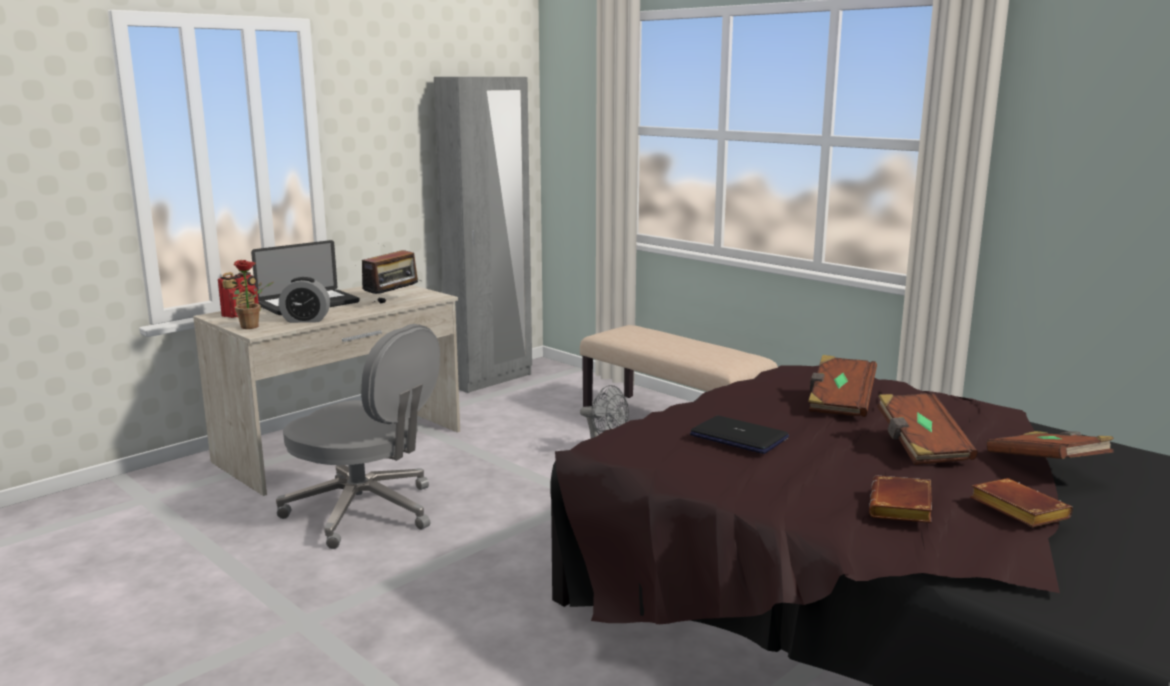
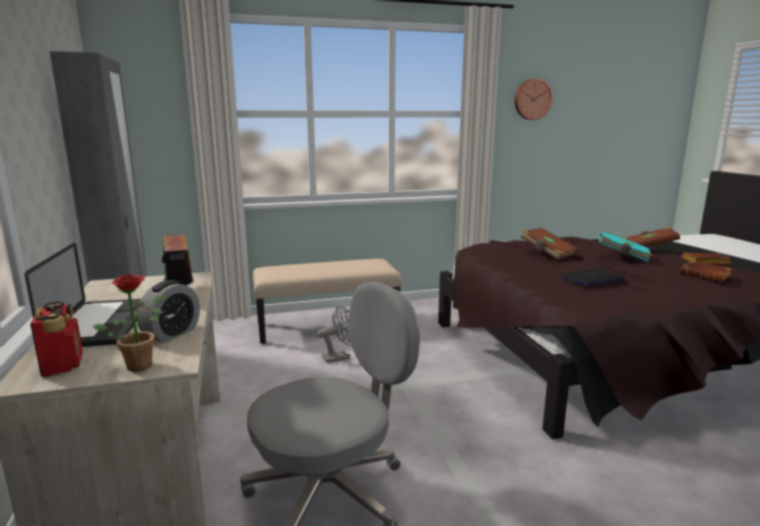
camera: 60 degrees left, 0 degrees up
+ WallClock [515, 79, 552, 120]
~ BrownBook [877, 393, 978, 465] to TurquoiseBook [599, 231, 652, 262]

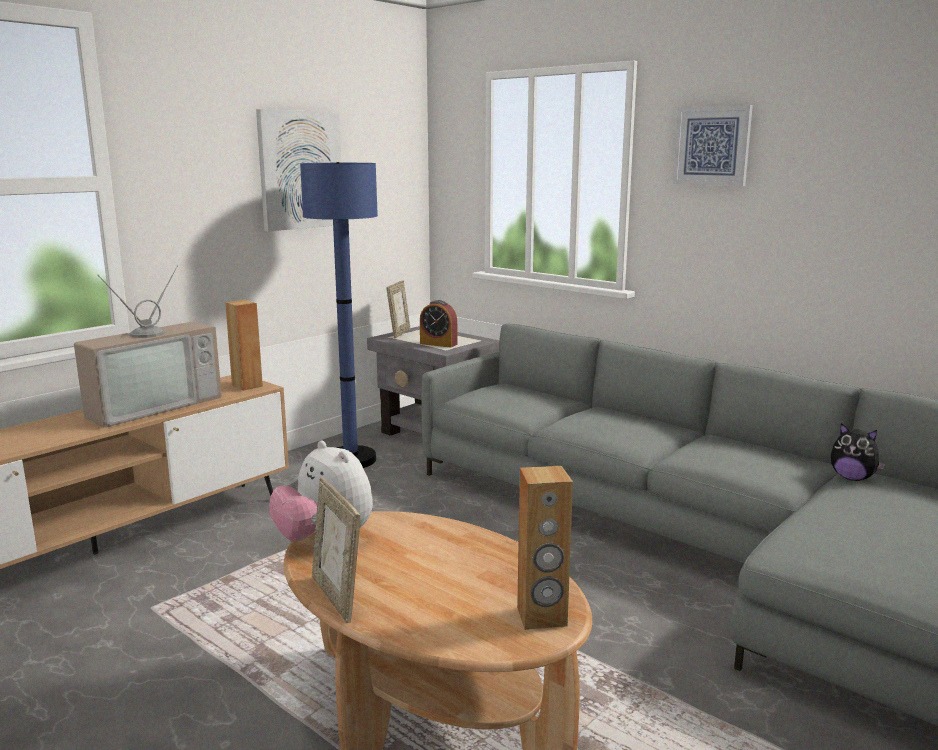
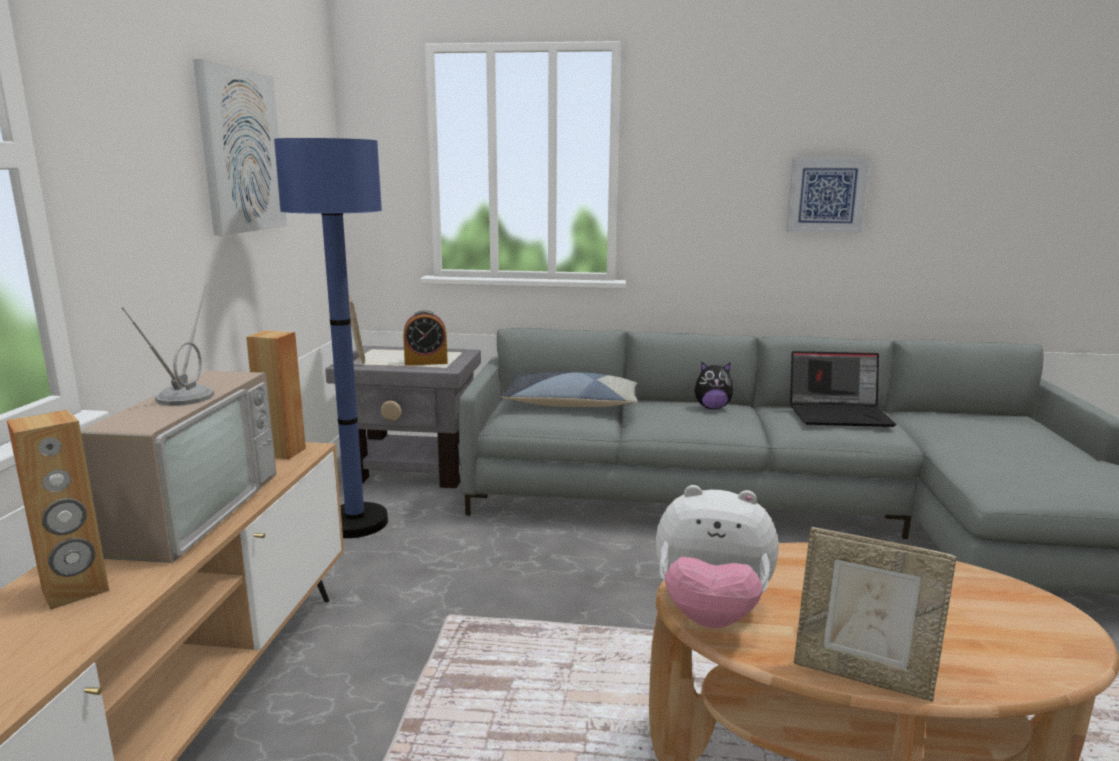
camera: 35 degrees left, 0 degrees up
~ BrownSpeaker [517, 466, 573, 630] to [7, 410, 109, 610]
+ Pillow [501, 372, 638, 407]
~ PlushToy [831, 423, 886, 481] to [695, 362, 735, 409]
~ Picture [673, 105, 753, 186] to [786, 157, 870, 233]
+ Laptop [790, 351, 896, 427]

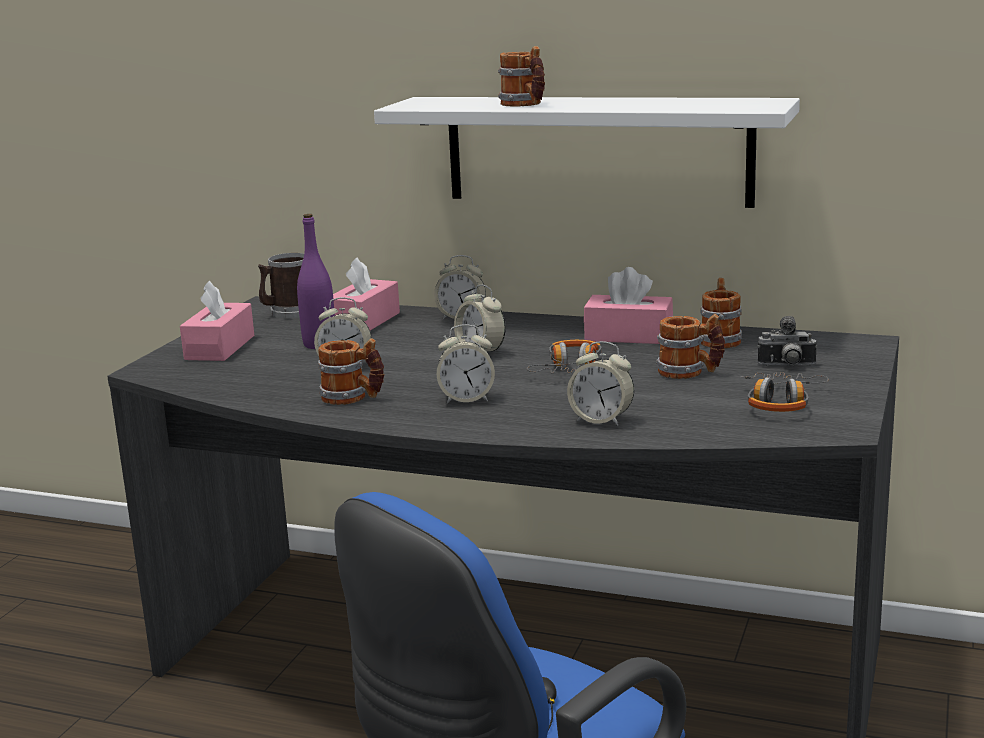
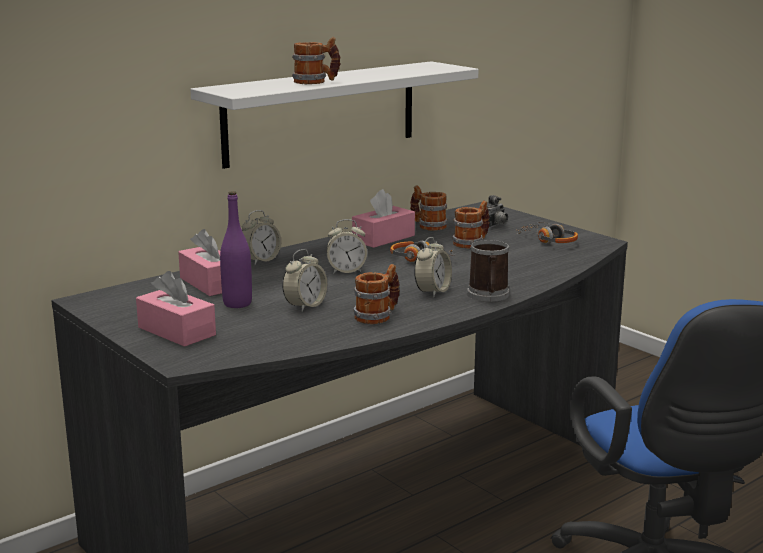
camera: 60 degrees left, 0 degrees up
~ Mug [258, 253, 304, 318] to [467, 240, 509, 302]
- AlarmClock [567, 341, 634, 426]

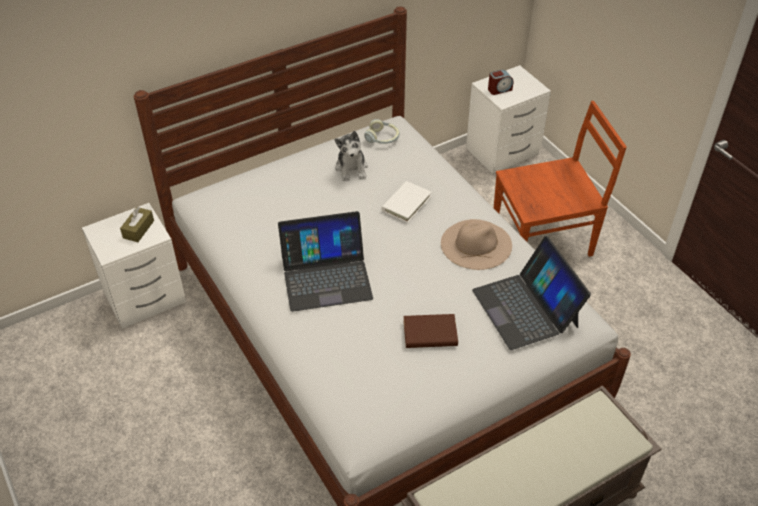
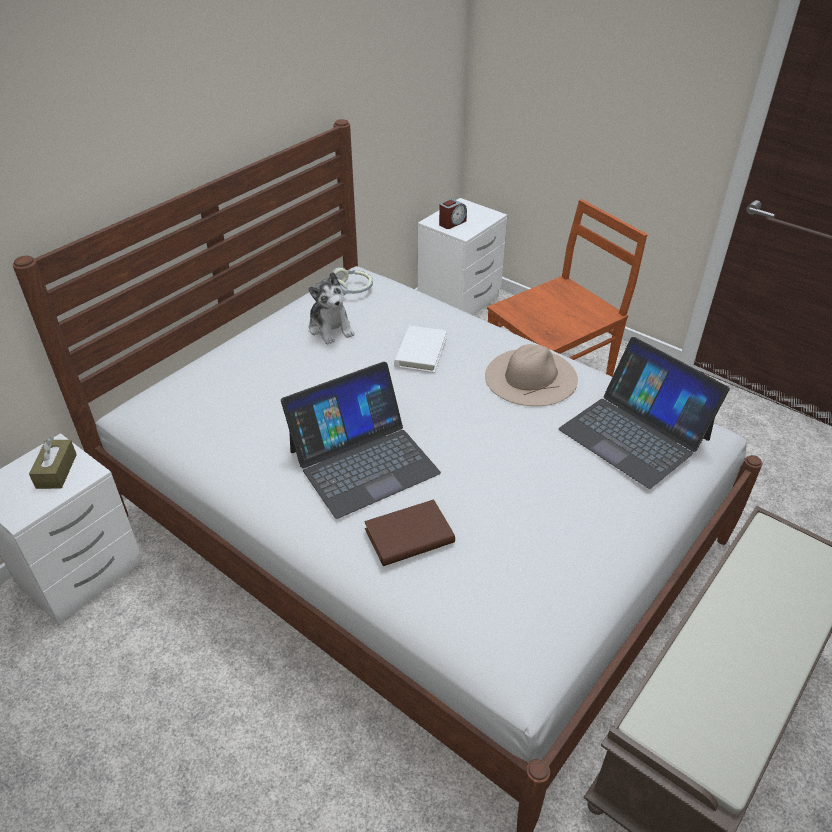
camera: 20 degrees left, 5 degrees down
~ BrownBook [403, 314, 458, 348] to [364, 499, 455, 566]

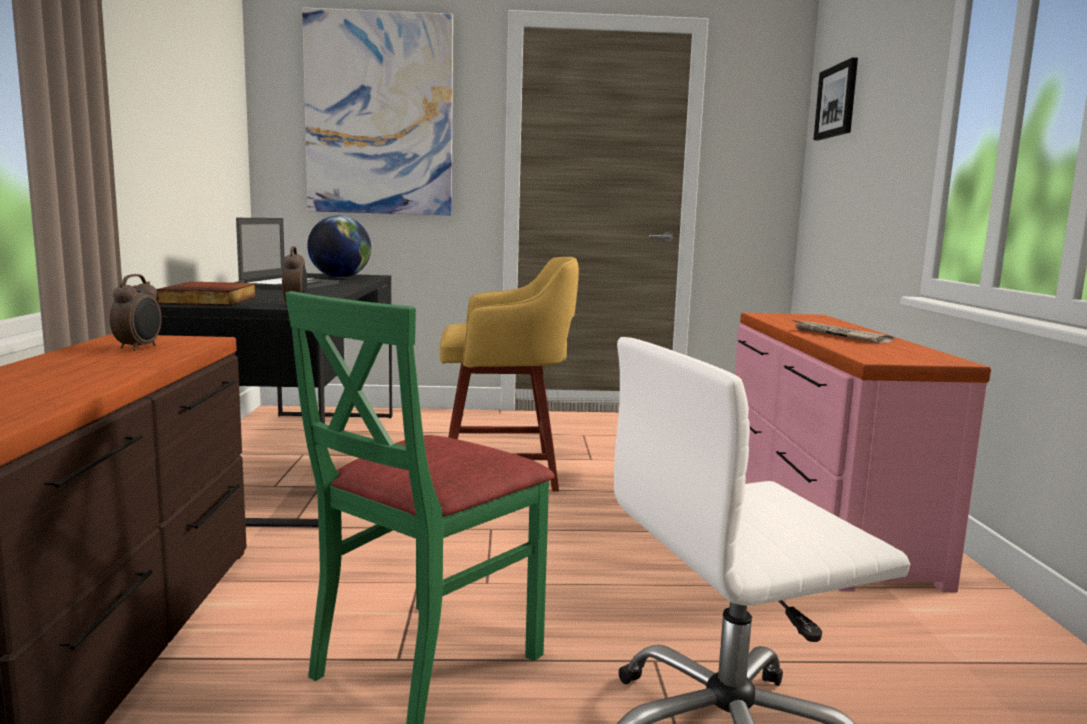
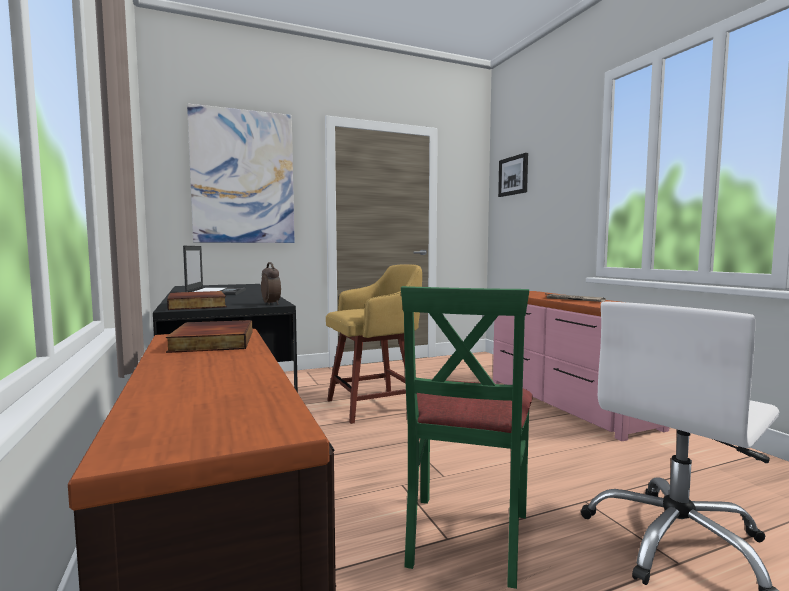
camera: 20 degrees left, 5 degrees down
~ AlarmClock [110, 274, 162, 351] to Book [166, 320, 253, 353]
- Globe [307, 216, 371, 278]

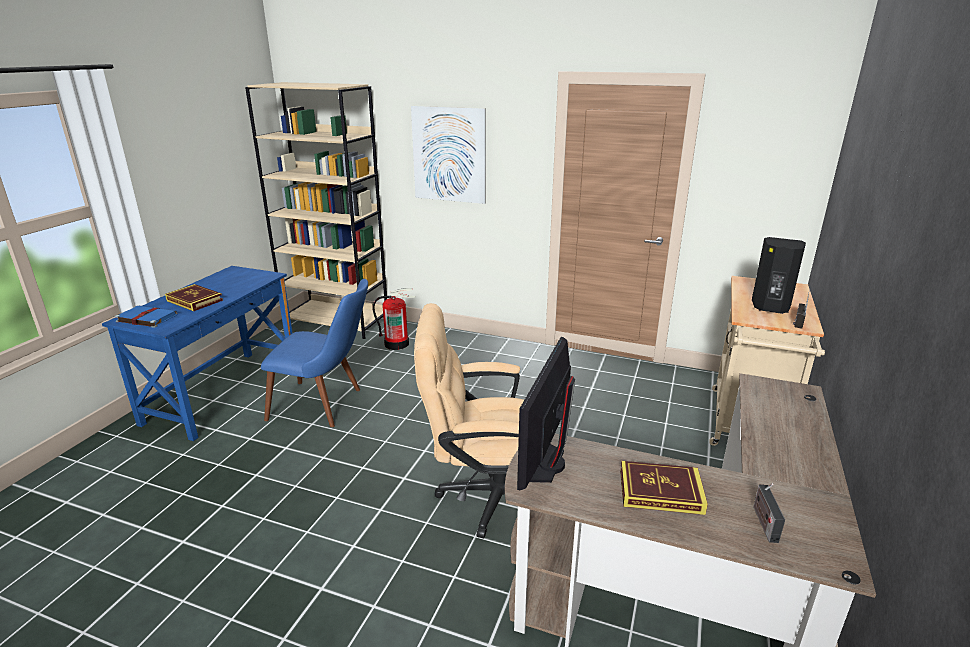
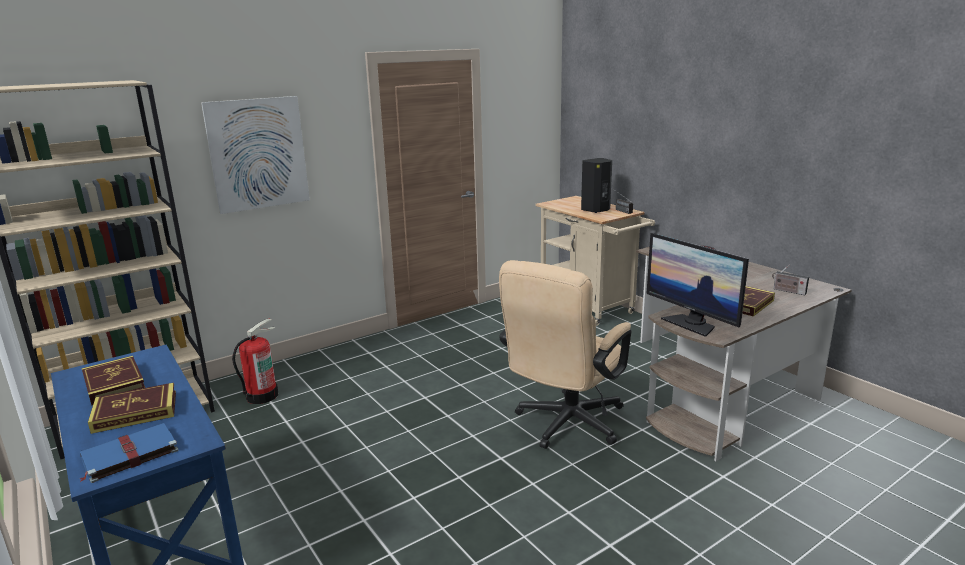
camera: 55 degrees left, 5 degrees down
+ Book [82, 356, 145, 406]
- BlueChair [261, 279, 368, 427]

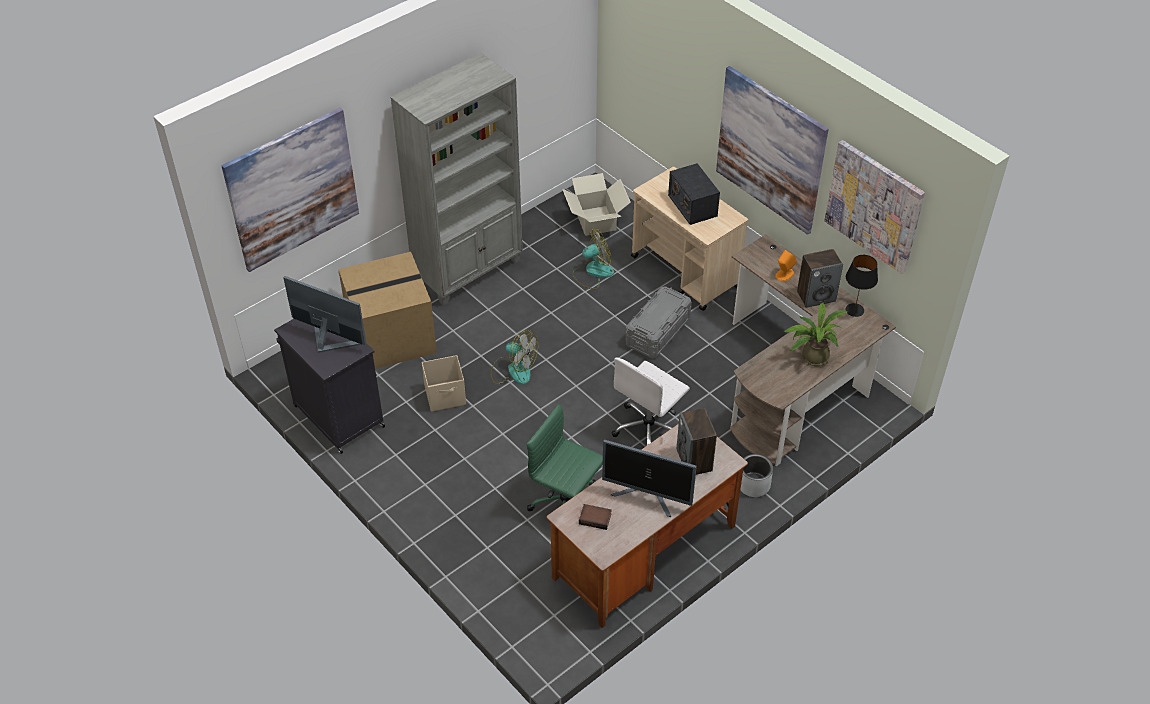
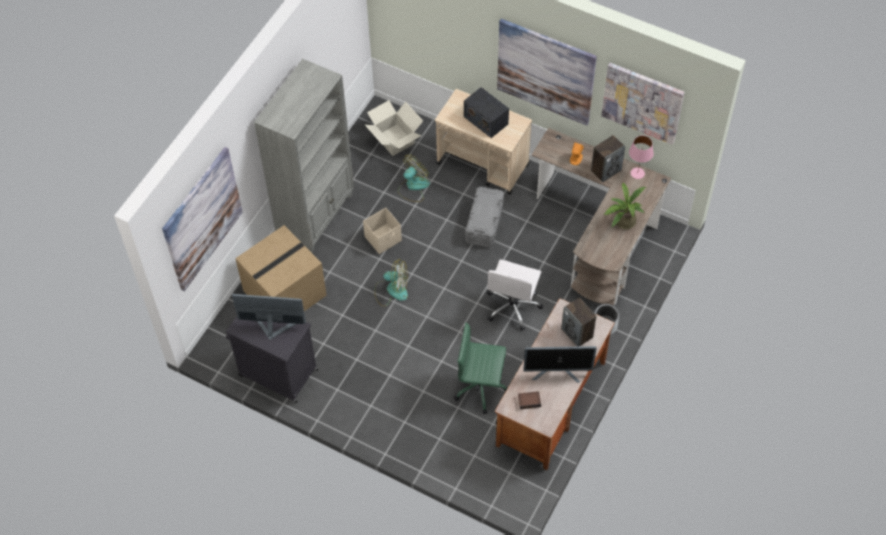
camera: 20 degrees left, 10 degrees up
~ BeigeStorageBox [422, 355, 466, 412] to [363, 207, 402, 254]
~ BlackTableLamp [846, 255, 878, 317] to PinkTableLamp [629, 136, 654, 179]

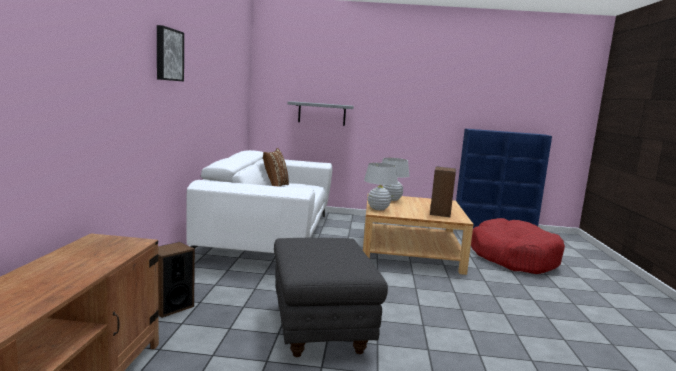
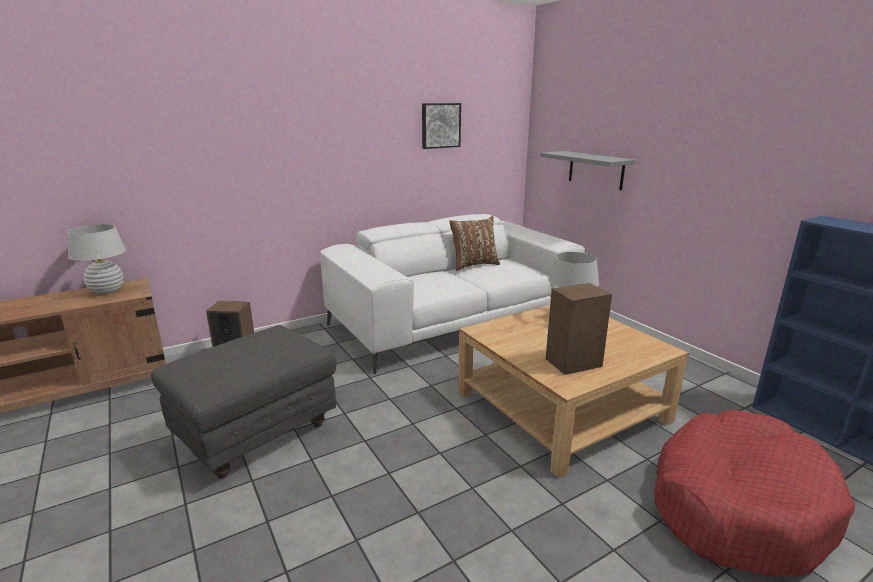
camera: 55 degrees right, 10 degrees up
~ WhiteTableLamp [364, 163, 398, 210] to [67, 224, 126, 294]
~ Picture [157, 25, 184, 81] to [422, 103, 461, 149]

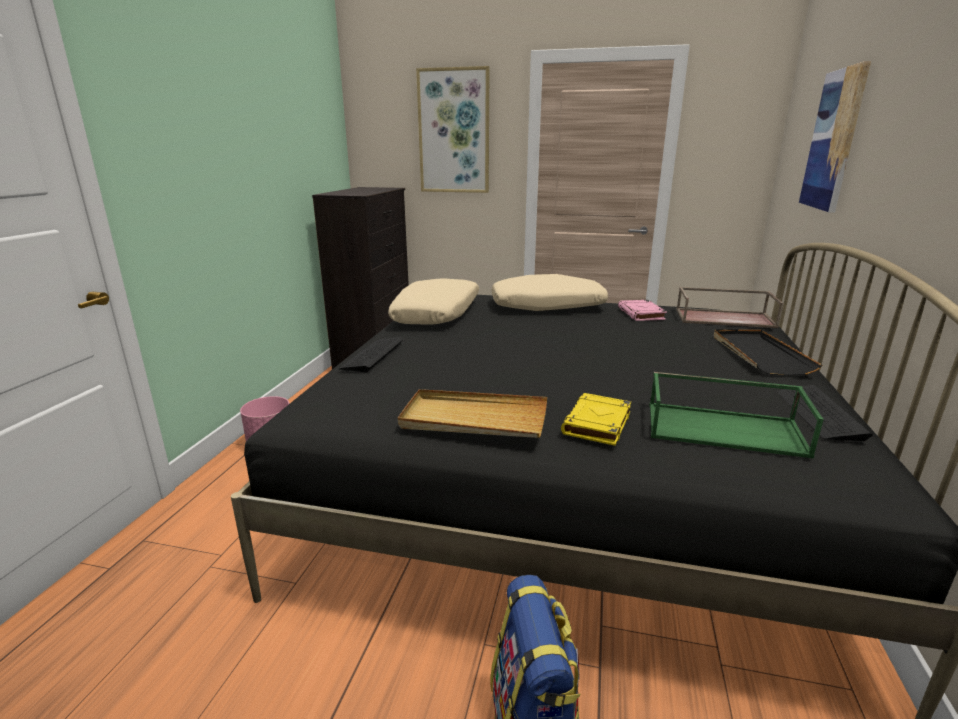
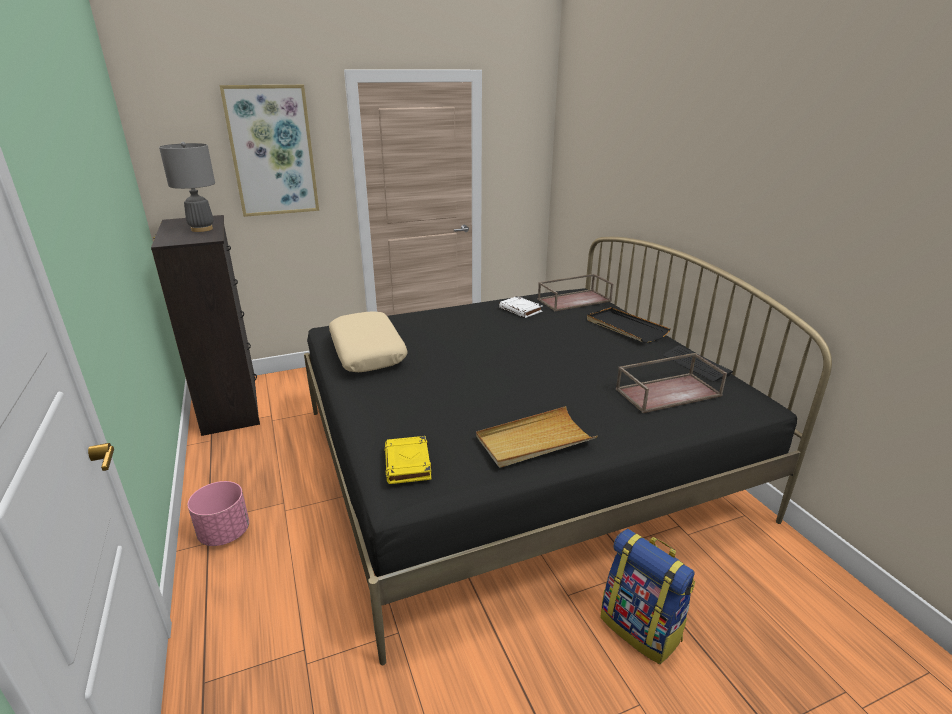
camera: 35 degrees left, 5 degrees up
+ GreyTableLamp [159, 142, 215, 232]
~ YellowBook [561, 393, 631, 446] to [385, 436, 432, 484]
~ PinkBook [618, 300, 667, 321] to WhiteBook [499, 296, 543, 318]
~ GreenTray [649, 372, 824, 459] to BrownTray [616, 353, 727, 413]
- Keyboard [339, 337, 403, 372]
- BeigePillow [491, 274, 608, 311]
- Picture [799, 61, 871, 213]

